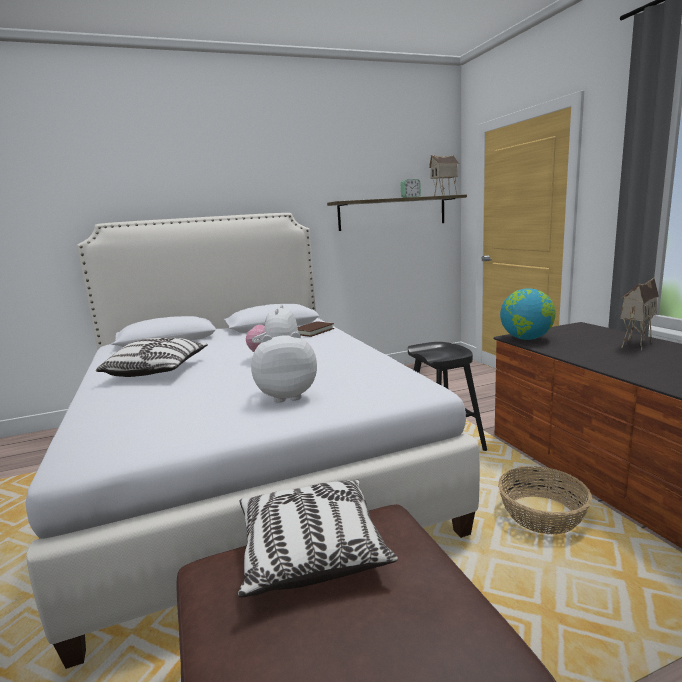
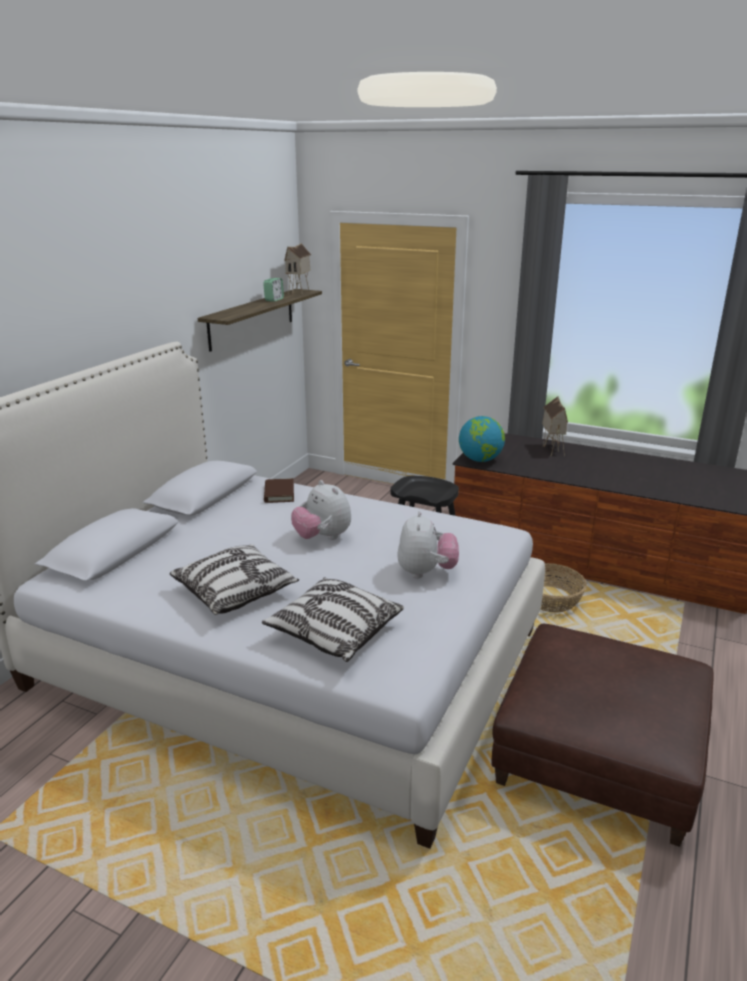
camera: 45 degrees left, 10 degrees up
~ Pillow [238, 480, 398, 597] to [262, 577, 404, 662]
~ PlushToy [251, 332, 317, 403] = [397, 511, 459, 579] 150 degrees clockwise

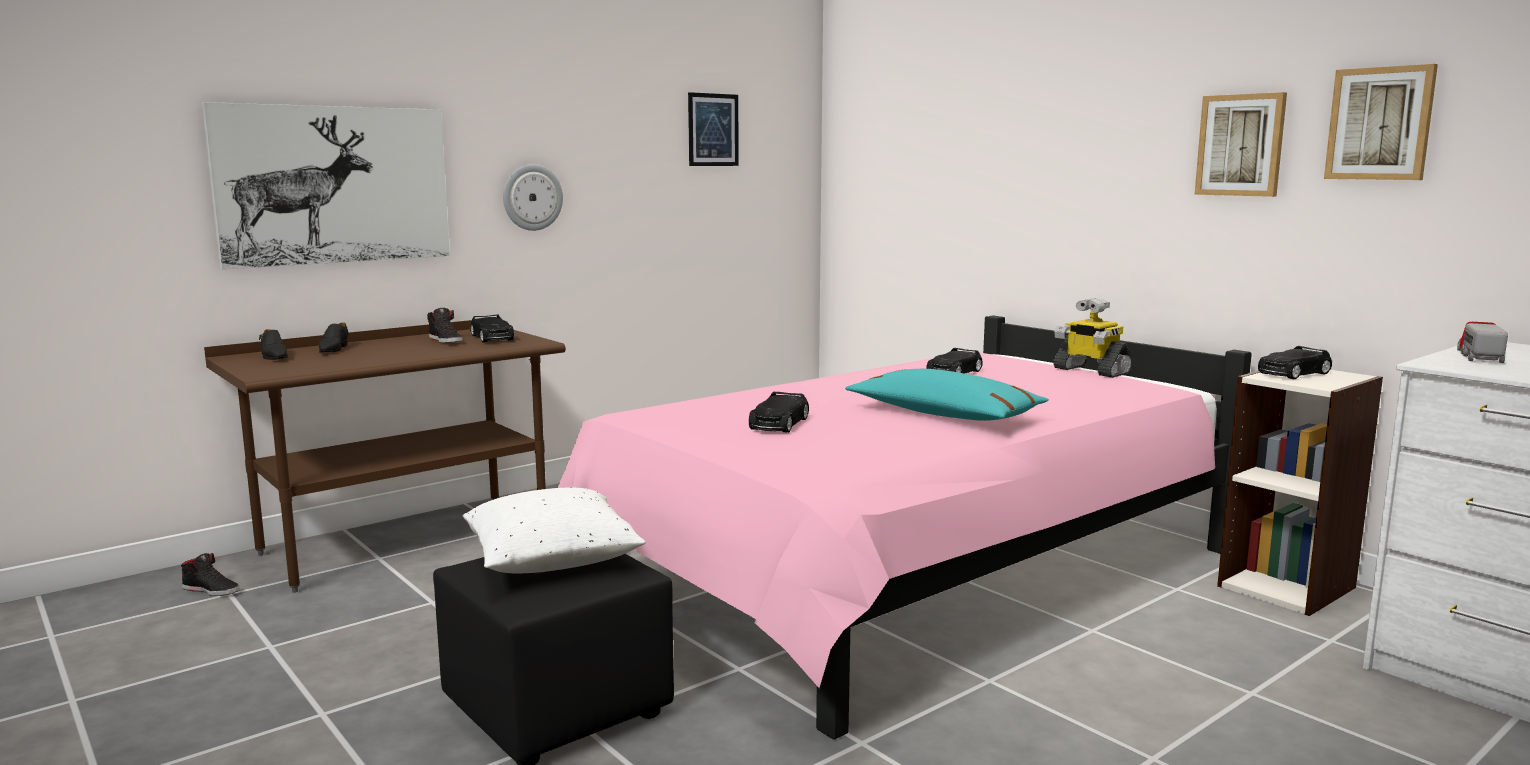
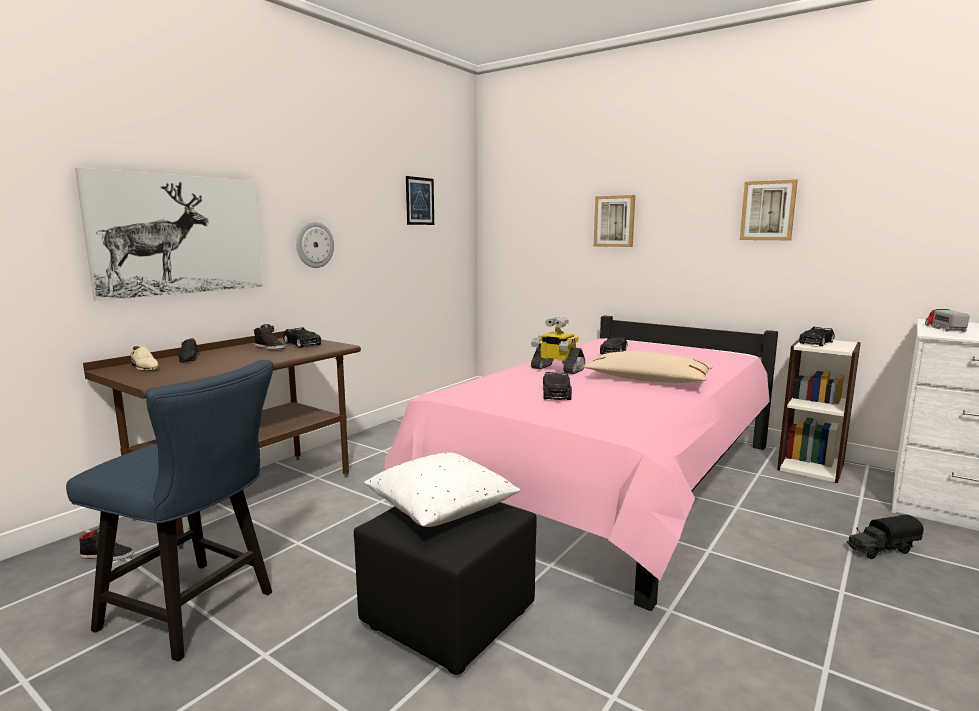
camera: 15 degrees left, 0 degrees up
+ BlueChair [66, 360, 274, 662]
~ BlackShoe [259, 329, 288, 360] to BeigeShoe [130, 346, 158, 370]
~ ToyRobot [1053, 298, 1132, 378] to [531, 317, 585, 374]
~ TurquoisePillow [845, 369, 1049, 421] to BeigePillow [583, 351, 713, 383]
~ Picture [1324, 64, 1438, 180] to [594, 195, 635, 247]
+ ToyTruck [847, 515, 924, 559]

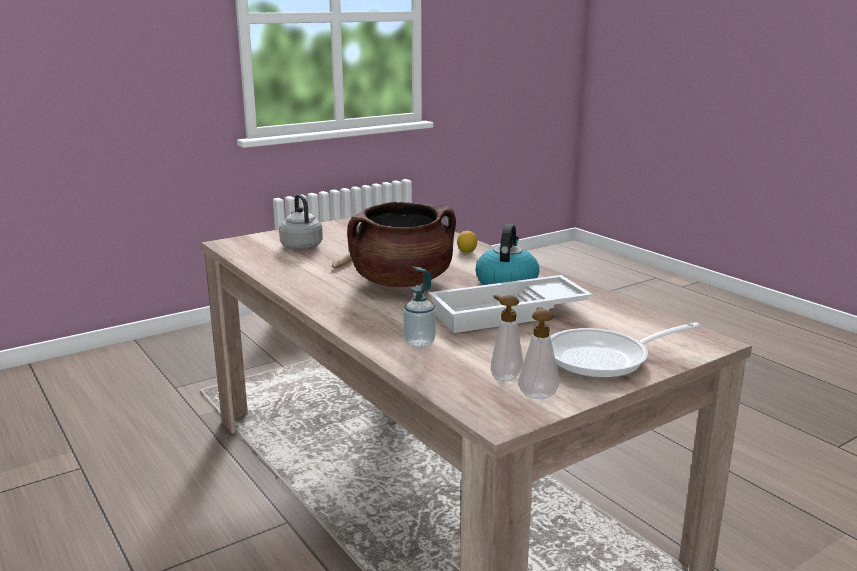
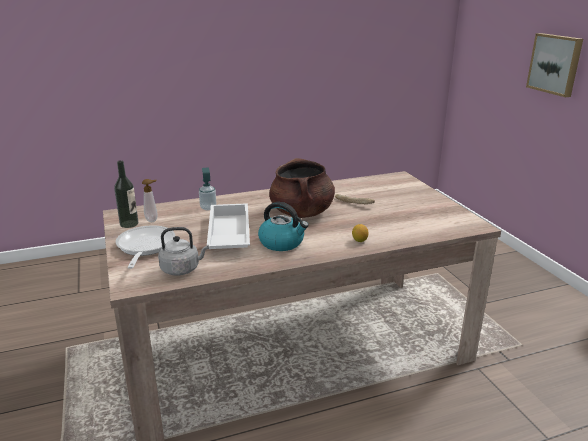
camera: 105 degrees right, 5 degrees up
~ SoapDispenser [518, 307, 559, 399] to Bottle [114, 160, 138, 228]
~ GreyKettle [279, 194, 323, 250] to [158, 227, 209, 276]
+ Picture [526, 33, 583, 97]

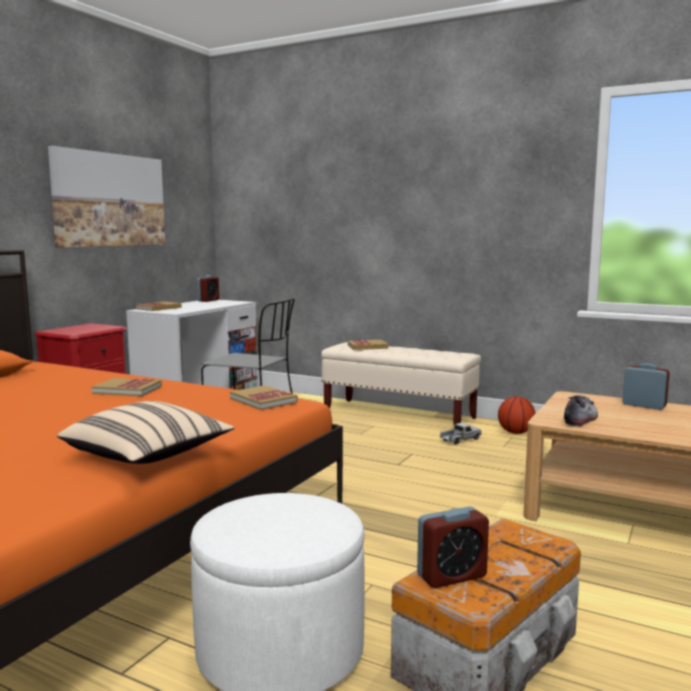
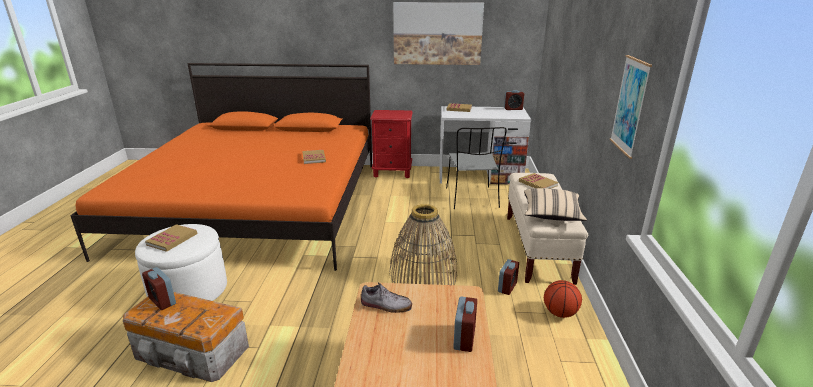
camera: 65 degrees right, 15 degrees up
~ Book [230, 385, 298, 410] to [145, 224, 198, 252]
+ Basket [389, 204, 458, 285]
~ ToyTruck [440, 423, 482, 445] to AlarmClock [498, 259, 519, 295]
~ BeigePillow [57, 401, 234, 464] to [524, 188, 587, 221]
+ Picture [610, 55, 652, 159]

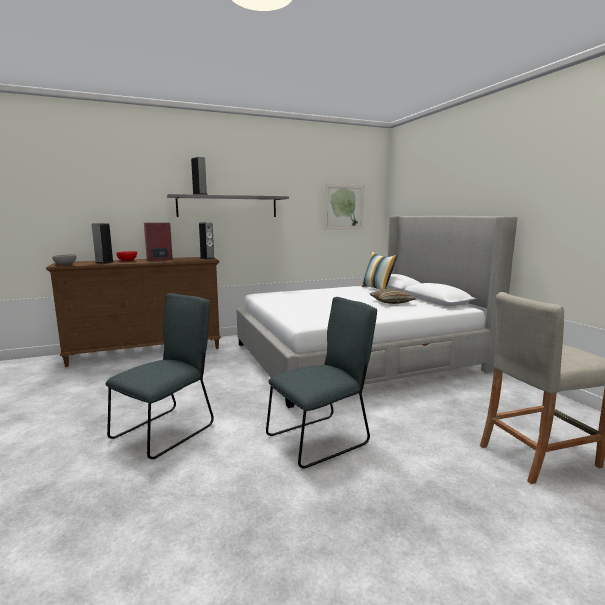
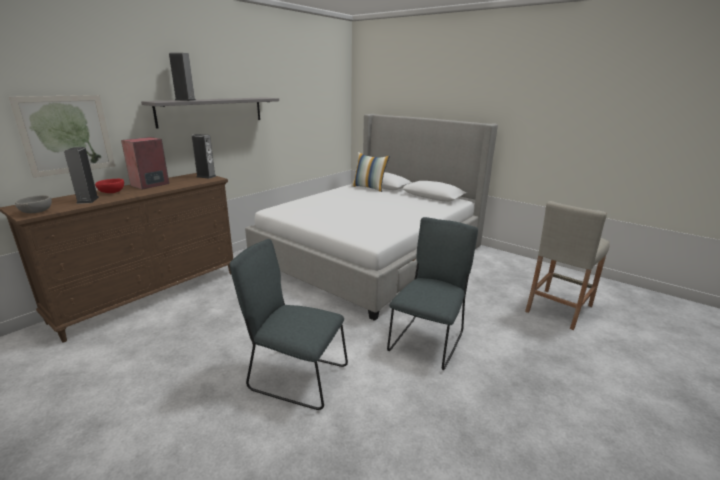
camera: 30 degrees left, 10 degrees up
~ Picture [324, 184, 365, 230] to [9, 95, 115, 178]
~ GreyChair [106, 293, 214, 459] = [229, 239, 348, 410] 75 degrees counterclockwise
- Pillow [370, 289, 416, 304]

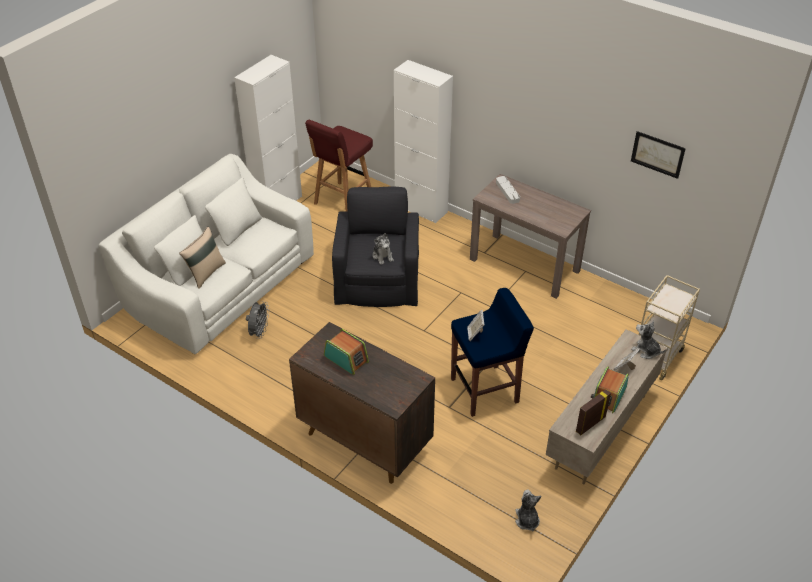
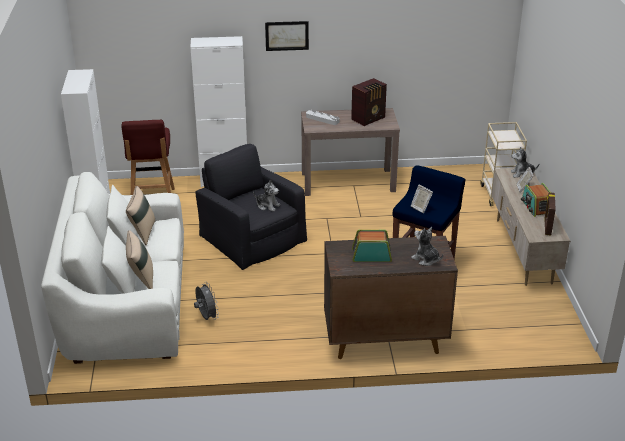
camera: 40 degrees left, 10 degrees down
+ BeigePillow [126, 186, 155, 246]
~ Picture [631, 131, 686, 179] to [265, 21, 309, 51]
+ Radio [351, 78, 387, 126]
~ PlushToy [515, 489, 541, 531] to [411, 227, 443, 266]

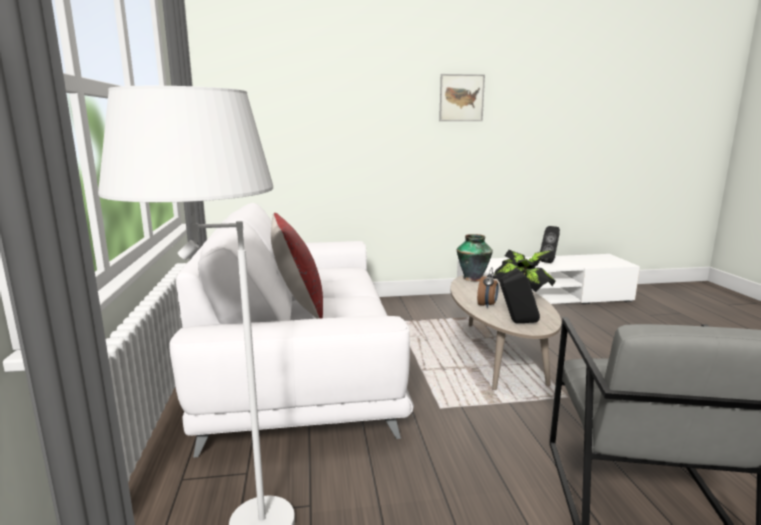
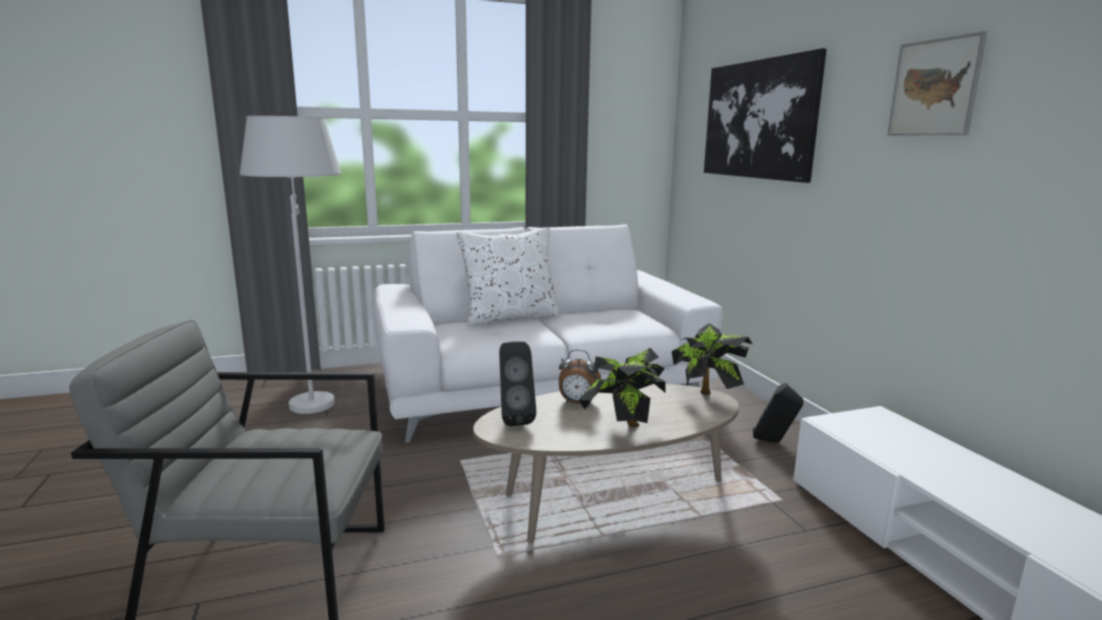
camera: 80 degrees right, 0 degrees up
~ RedPillow [271, 213, 323, 319] to WhitePillow [456, 227, 561, 326]
~ Vase [457, 234, 493, 282] to PottedPlant [672, 323, 752, 395]
+ Picture [704, 48, 827, 183]
~ BlackSpeaker [540, 226, 560, 263] to [753, 383, 803, 443]

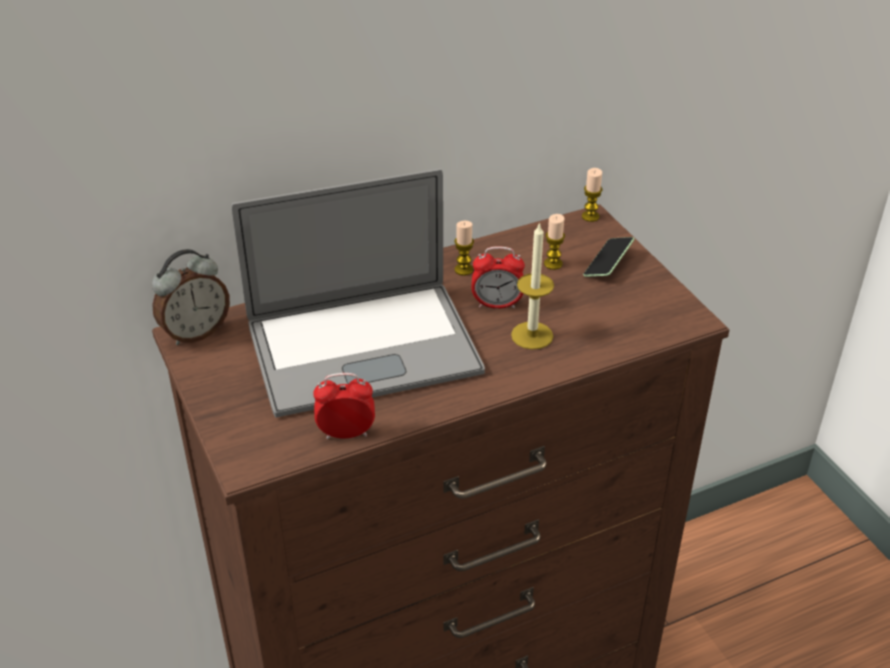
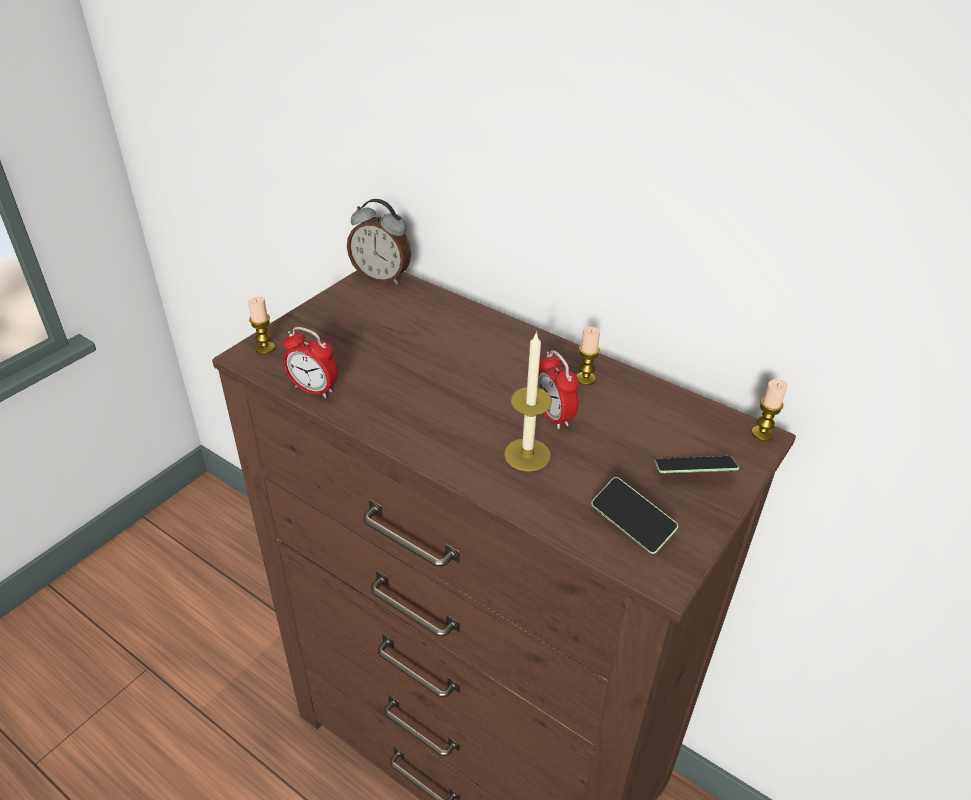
camera: 60 degrees right, 0 degrees up
~ Candle [544, 214, 565, 270] to [248, 296, 275, 354]
~ AlarmClock [313, 373, 375, 439] = [283, 327, 338, 398] 150 degrees clockwise
+ Phone [591, 477, 678, 554]
- Laptop [232, 169, 485, 418]

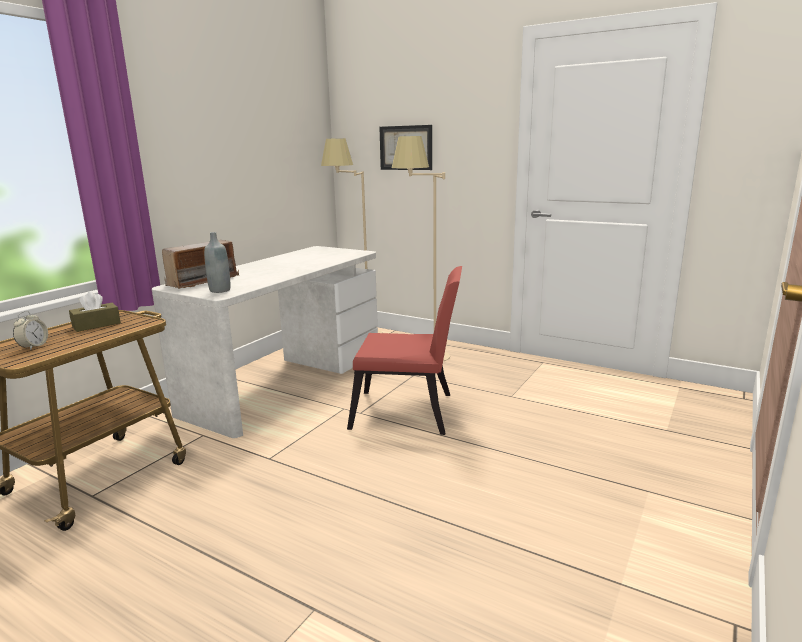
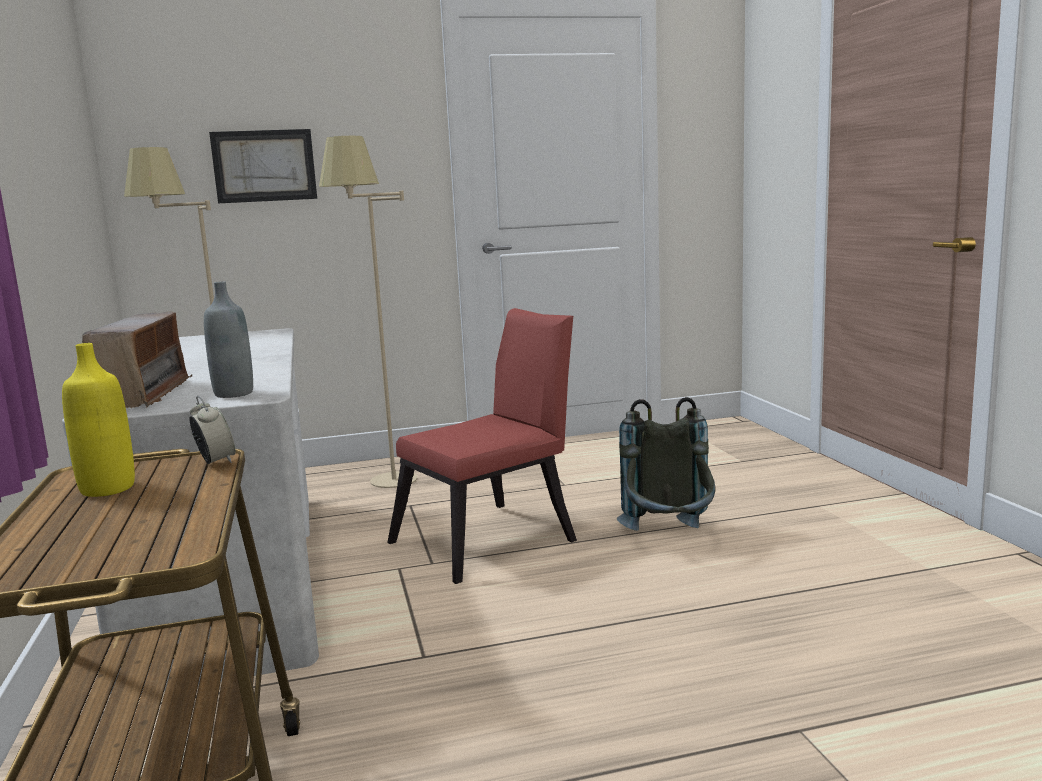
camera: 45 degrees left, 5 degrees down
~ BrownTissueBox [69, 291, 121, 332] to YellowBottle [62, 343, 135, 497]
~ AlarmClock [13, 311, 48, 350] to [189, 396, 236, 464]
+ GreyBackpack [617, 397, 715, 531]

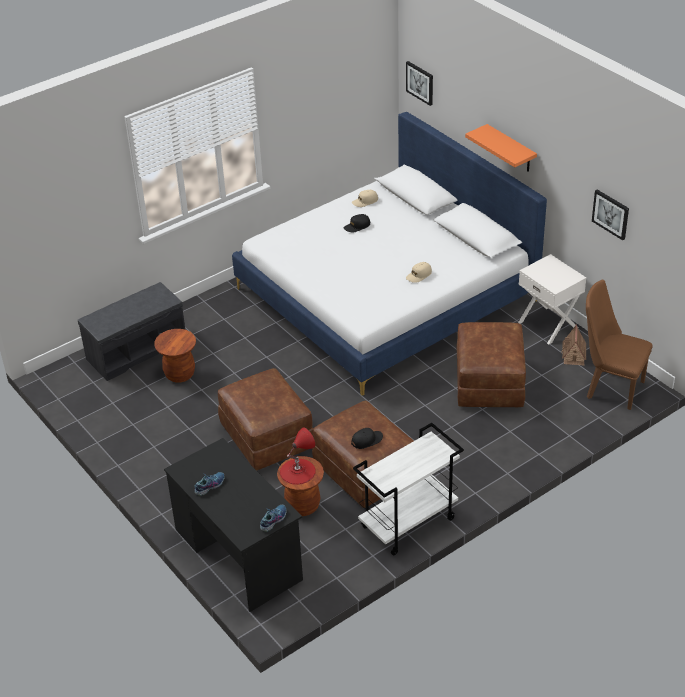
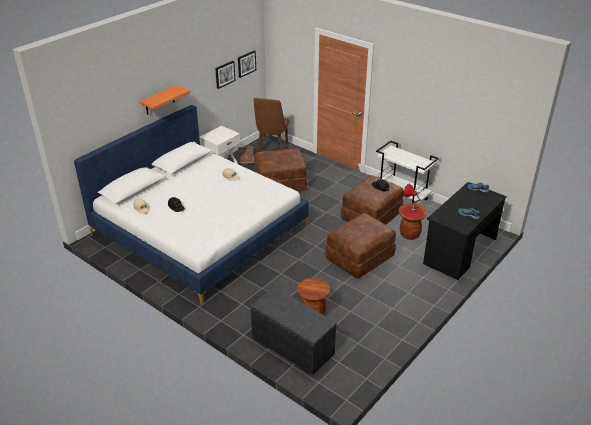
camera: 105 degrees left, 5 degrees down
~ Picture [406, 61, 433, 106] to [238, 50, 256, 78]

